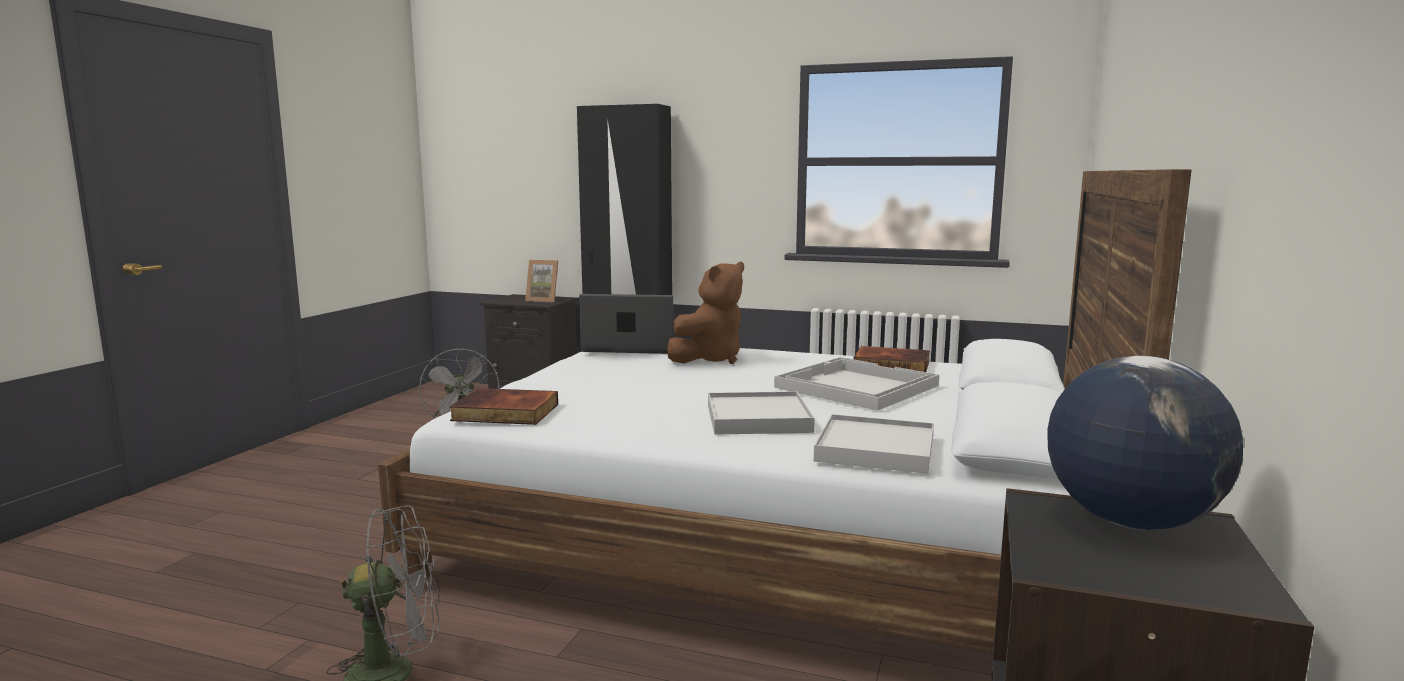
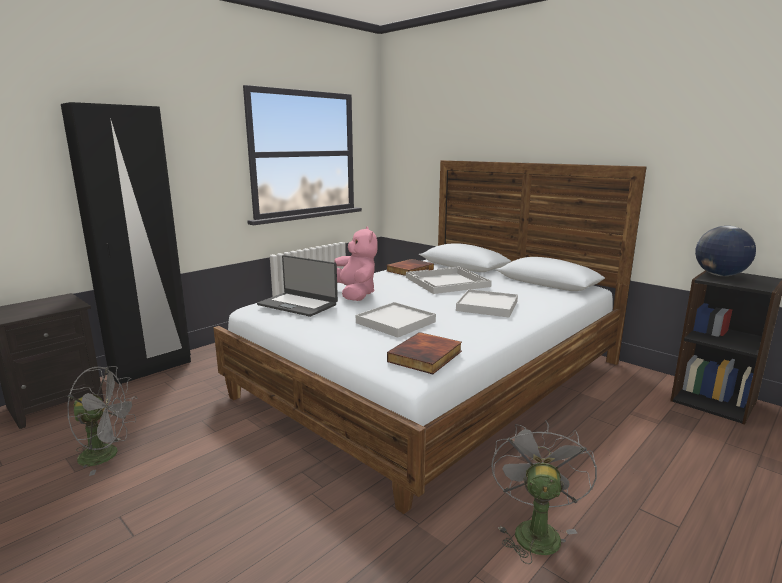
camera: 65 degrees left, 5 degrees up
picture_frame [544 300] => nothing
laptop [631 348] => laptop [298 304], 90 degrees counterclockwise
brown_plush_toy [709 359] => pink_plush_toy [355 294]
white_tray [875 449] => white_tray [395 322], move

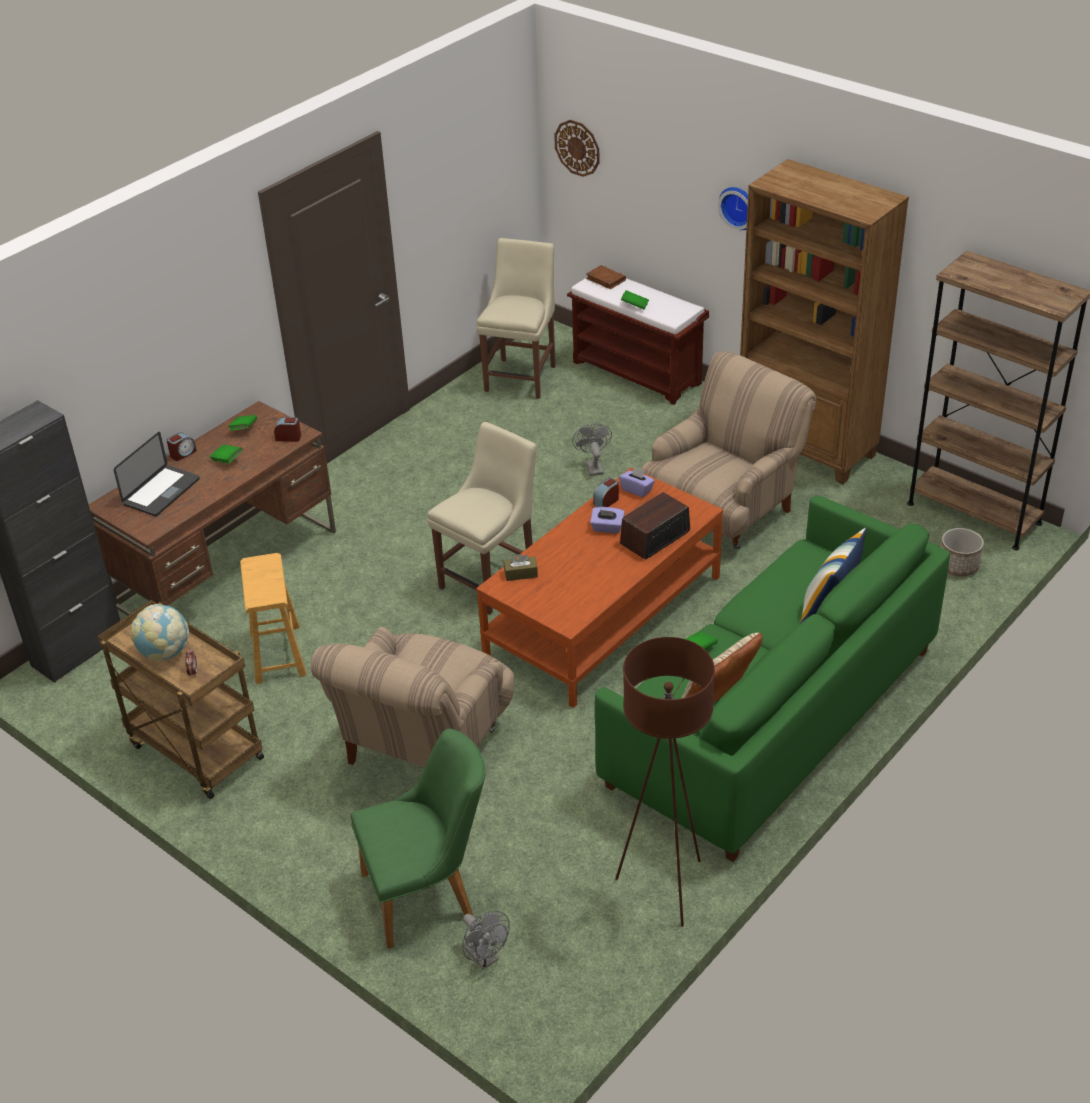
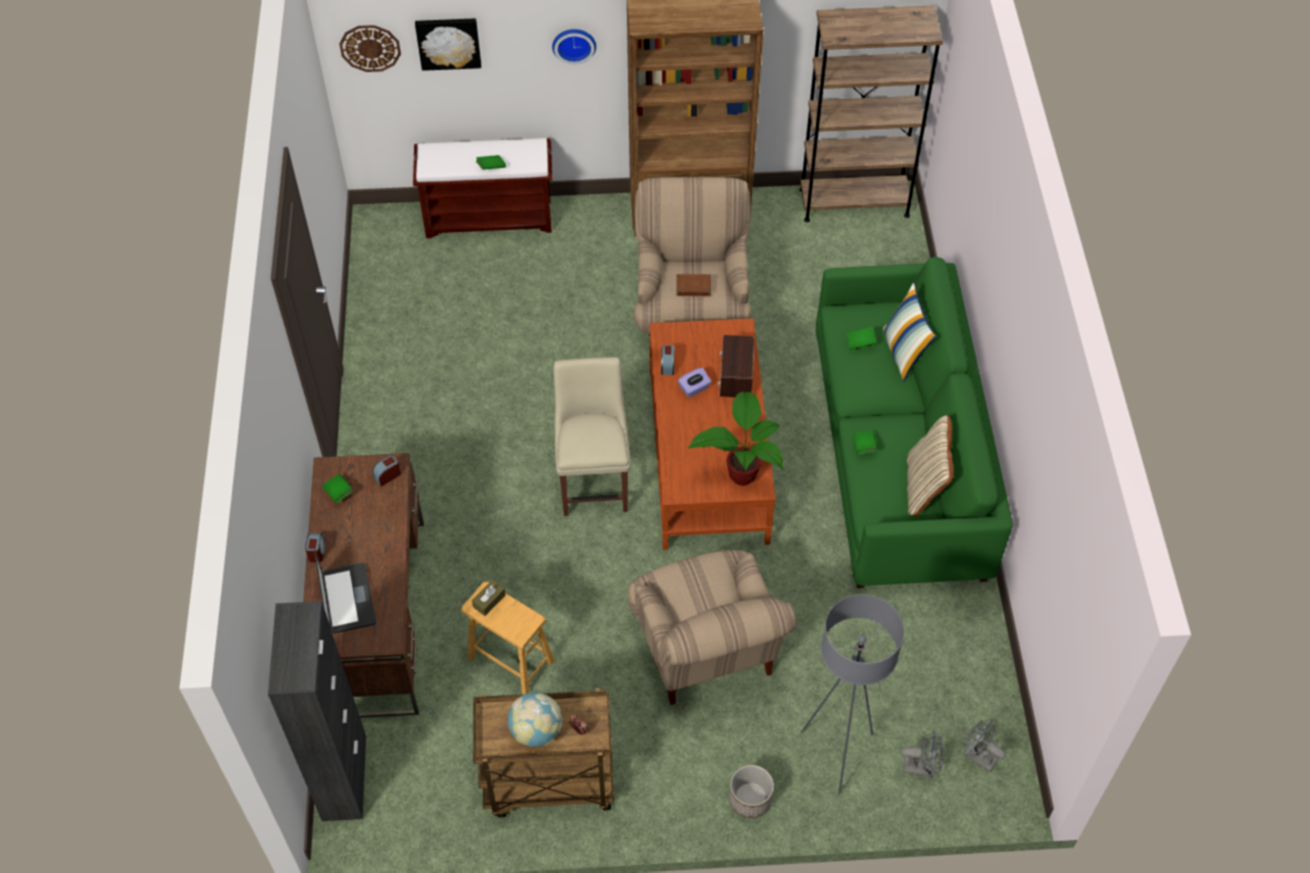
camera: 45 degrees left, 15 degrees up
green_book [227 460] => green_book [860 343], move
green_chair [428 893] => grey_floor_lamp [837 754]
beige_chair [522 376] => nothing
brown_tissue_box [521 574] => brown_tissue_box [489 601], move
grey_fan [593 466] => grey_fan [977 757], move
brown_book [605 279] => brown_book [693 287], move
brown_floor_lamp [664 887] => nothing
purple_tissue_box [637 490] => nothing
planter [958 566] => planter [750 799], move
nothing => picture [448 42]
nothing => potted_plant [741 473]

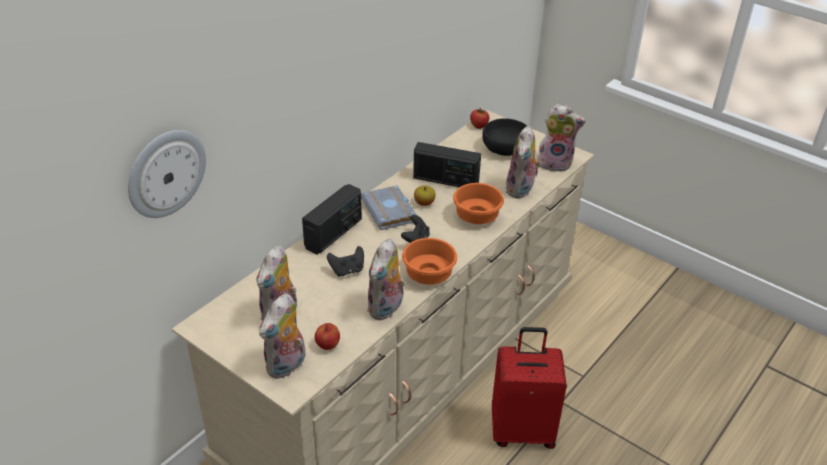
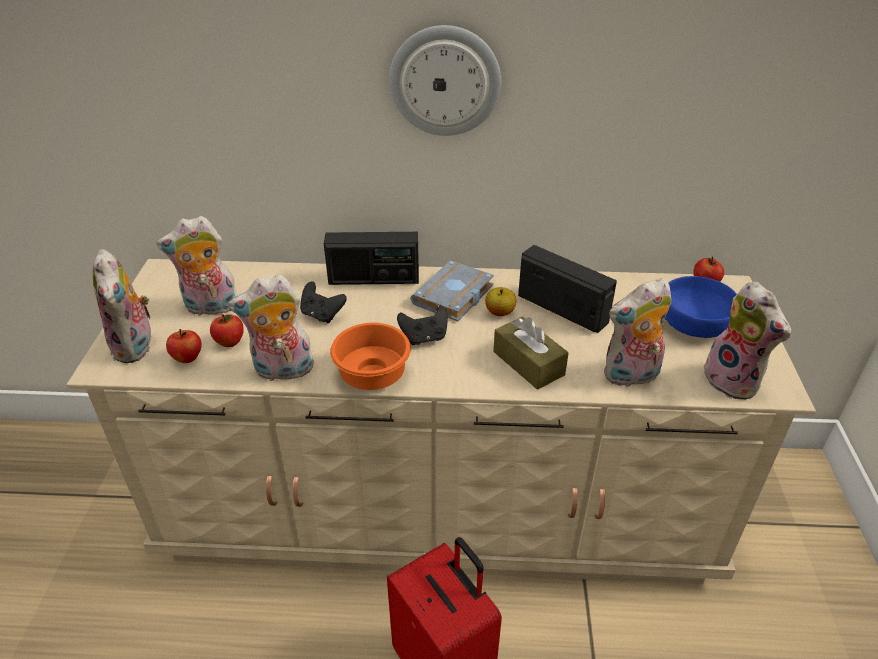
camera: 55 degrees right, 0 degrees up
wall_clock [165 173] => wall_clock [445 81], move
plush_toy [287 366] => plush_toy [136 347], 105 degrees counterclockwise
radio [445 180] => radio [562 308], 150 degrees clockwise
orange_bowl [477 216] => brown_tissue_box [528 363]
black_bowl [506 149] => blue_bowl [695 325]
nothing => apple [230 342]

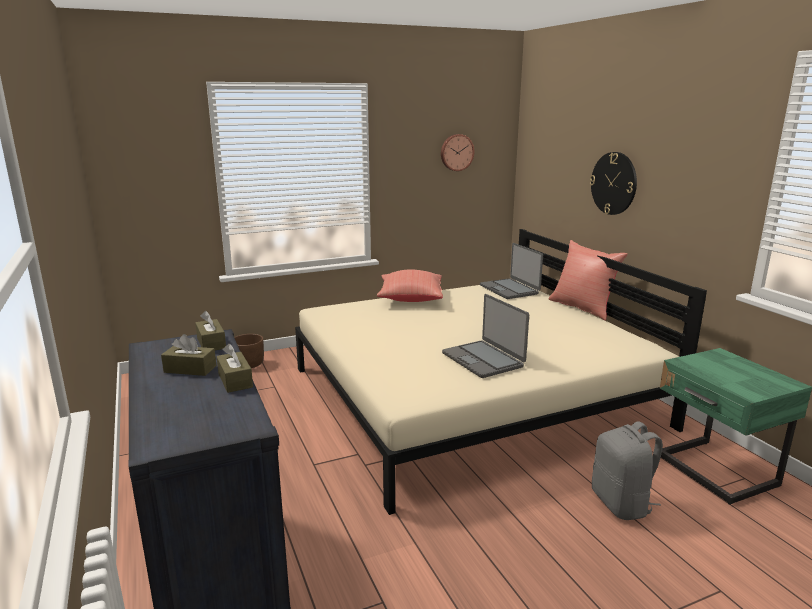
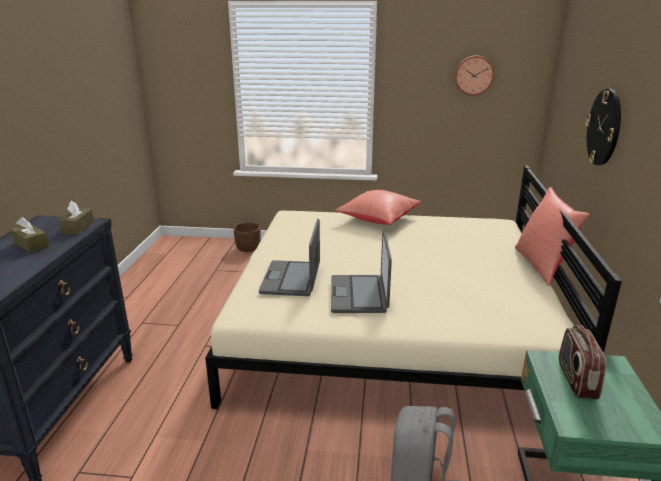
camera: 30 degrees right, 5 degrees up
brown_tissue_box [235 380] => nothing
laptop [509 289] => laptop [291 279], move
nothing => radio [576 380]

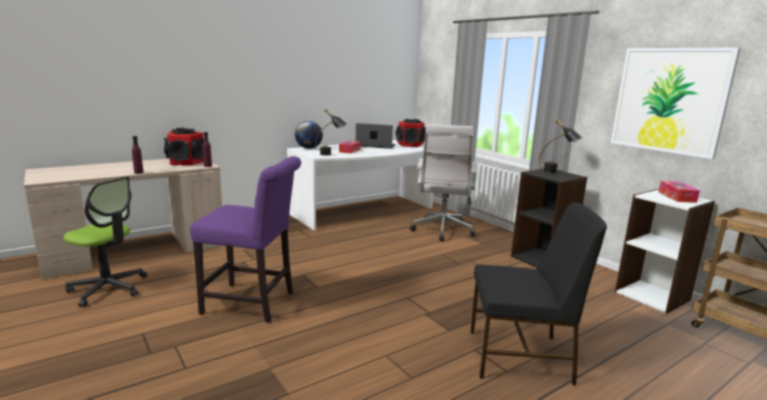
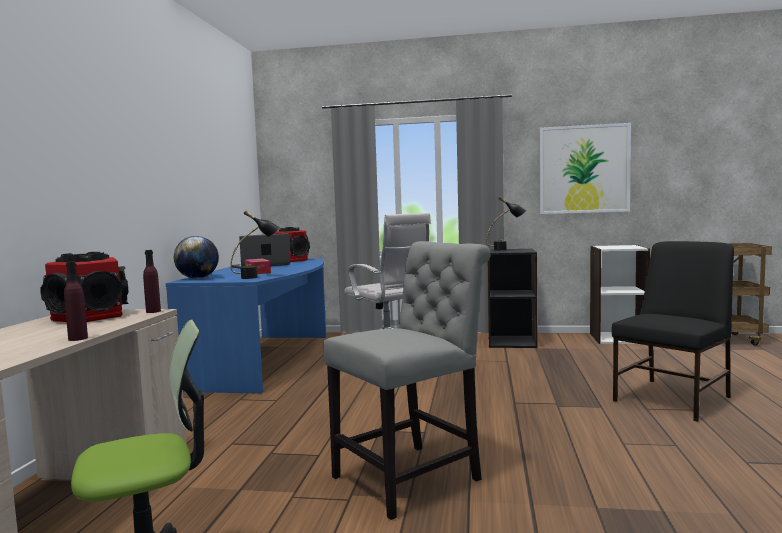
camera: 45 degrees left, 10 degrees down
purple_chair [253 303] => grey_chair [413 477]
white_desk [365 212] => blue_desk [268 360]
tissue_box [677 197] => nothing

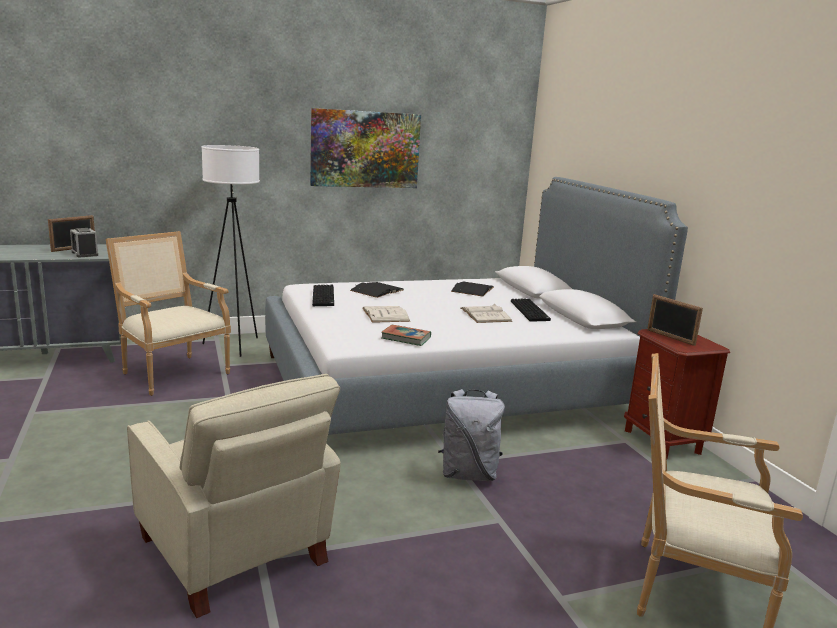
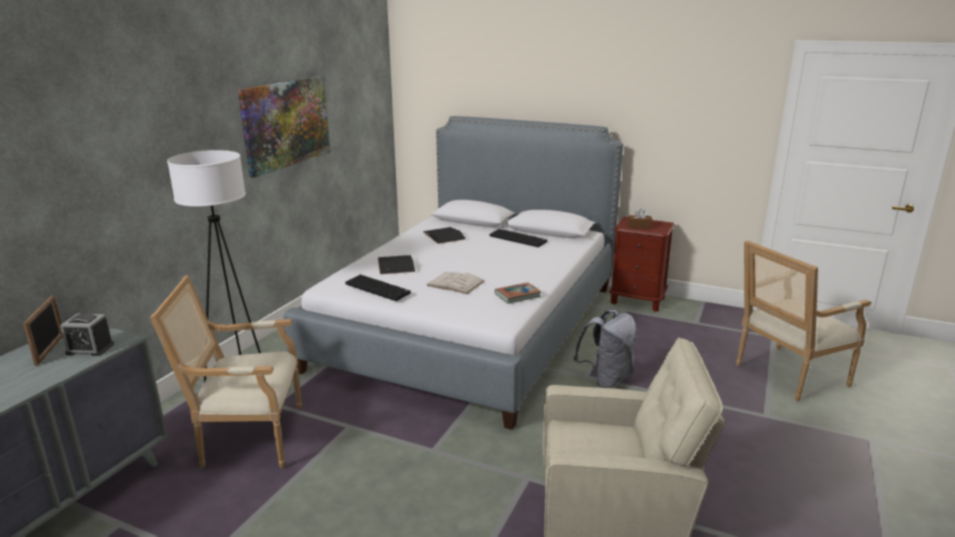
camera: 45 degrees left, 5 degrees up
white_book [485 314] => nothing
picture_frame [670 337] => brown_tissue_box [639 226]

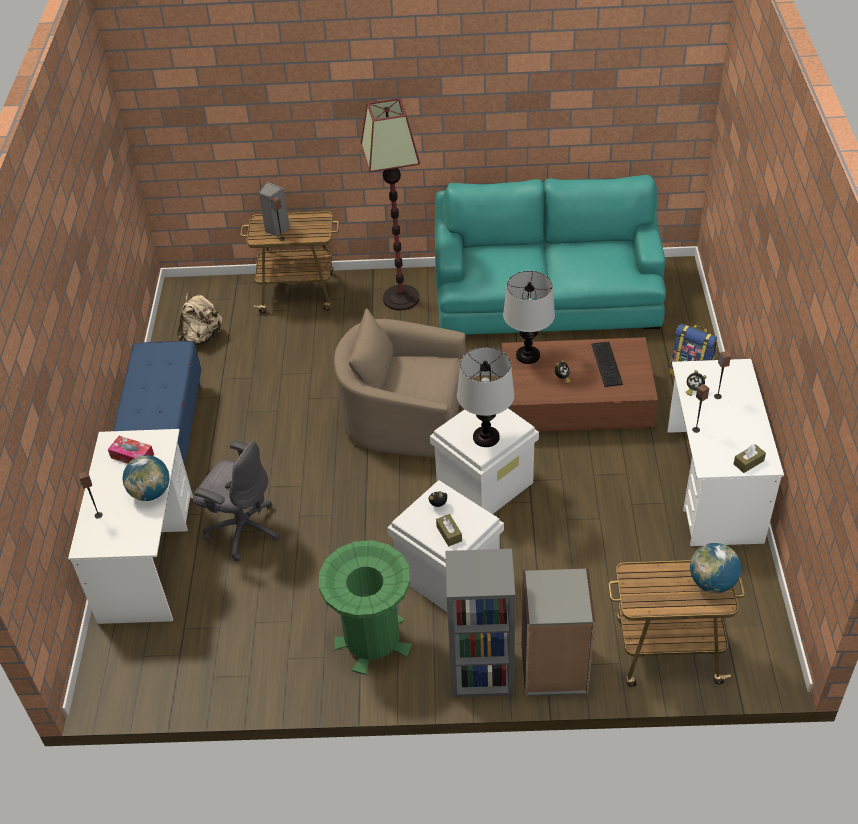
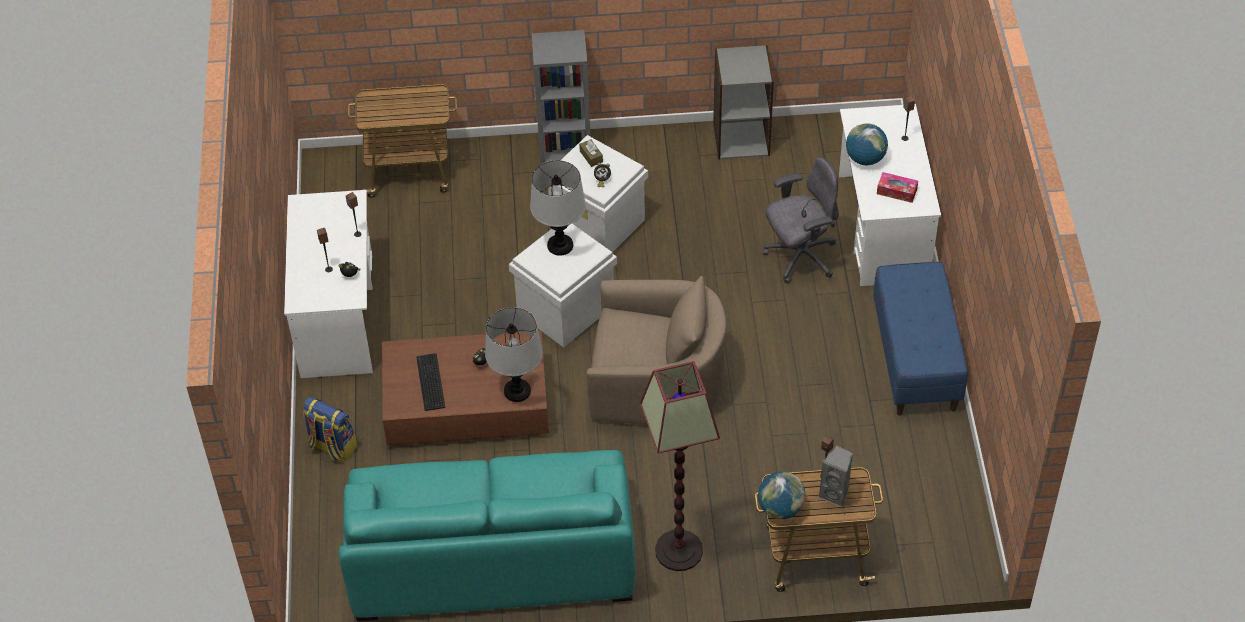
camera: 175 degrees right, 5 degrees up
beige_backpack [202 337] => nothing
grey_office_chair [242 529] => grey_office_chair [800 257], 135 degrees clockwise
green_trash_can [372 640] => nothing
grey_bookcase [554 669] => grey_bookcase [741 138], move
globe [712 583] => globe [780 508], move
brown_tissue_box [748 462] => nothing

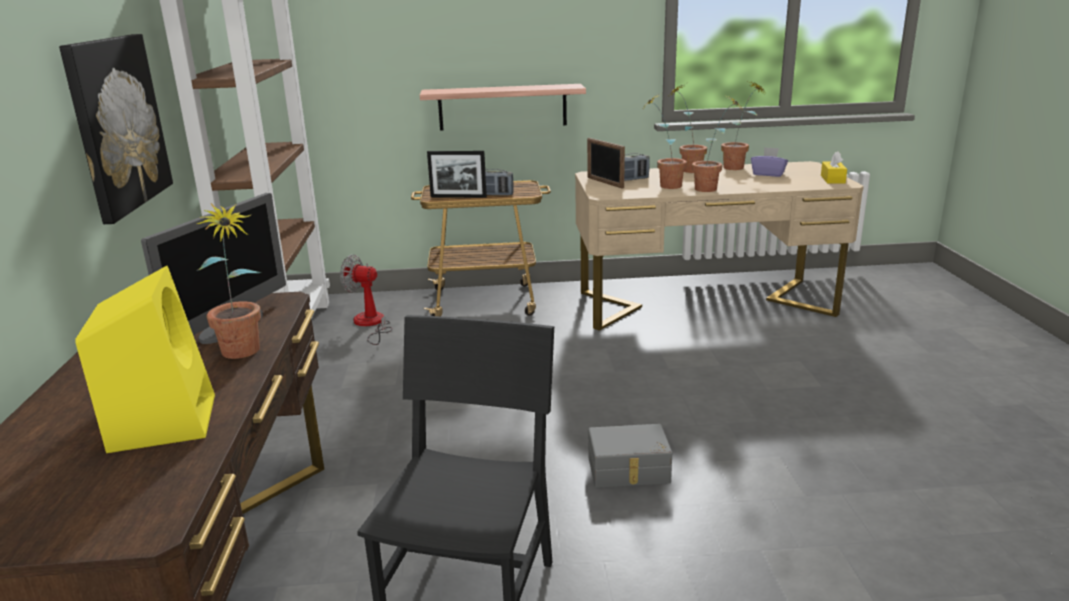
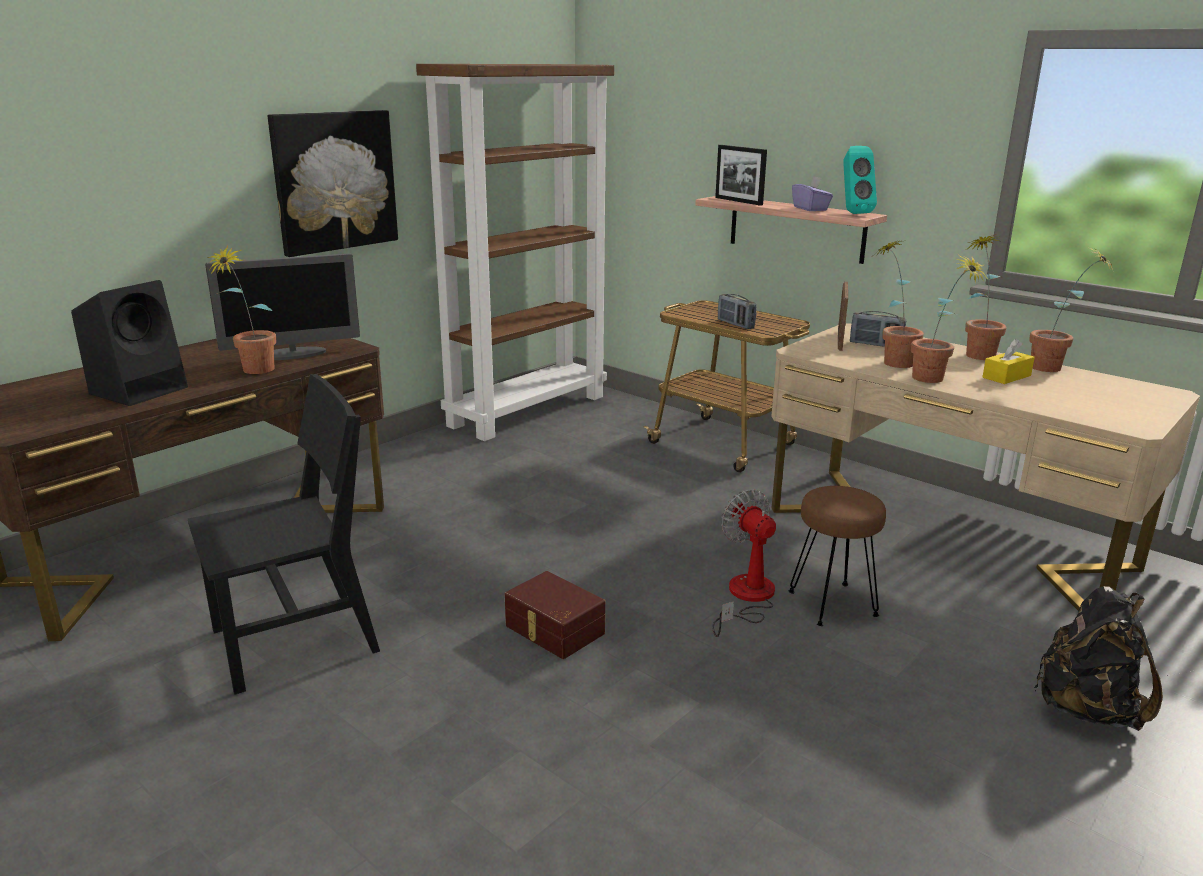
camera: 45 degrees right, 0 degrees up
yellow_speaker [163 421] => black_speaker [140 390]
fan [371 324] => fan [746 598], move
picture_frame [458 197] => picture_frame [738 201], move
grey_storage_box [629 470] => brown_storage_box [553 630]
purple_tissue_box [768 174] => purple_tissue_box [810 209], move
yellow_tissue_box [832 179] => yellow_tissue_box [1006 376], move
nothing => brown_stool [831 604]
nothing => turquoise_speaker [852 213]
nothing => black_backpack [1086 709]

